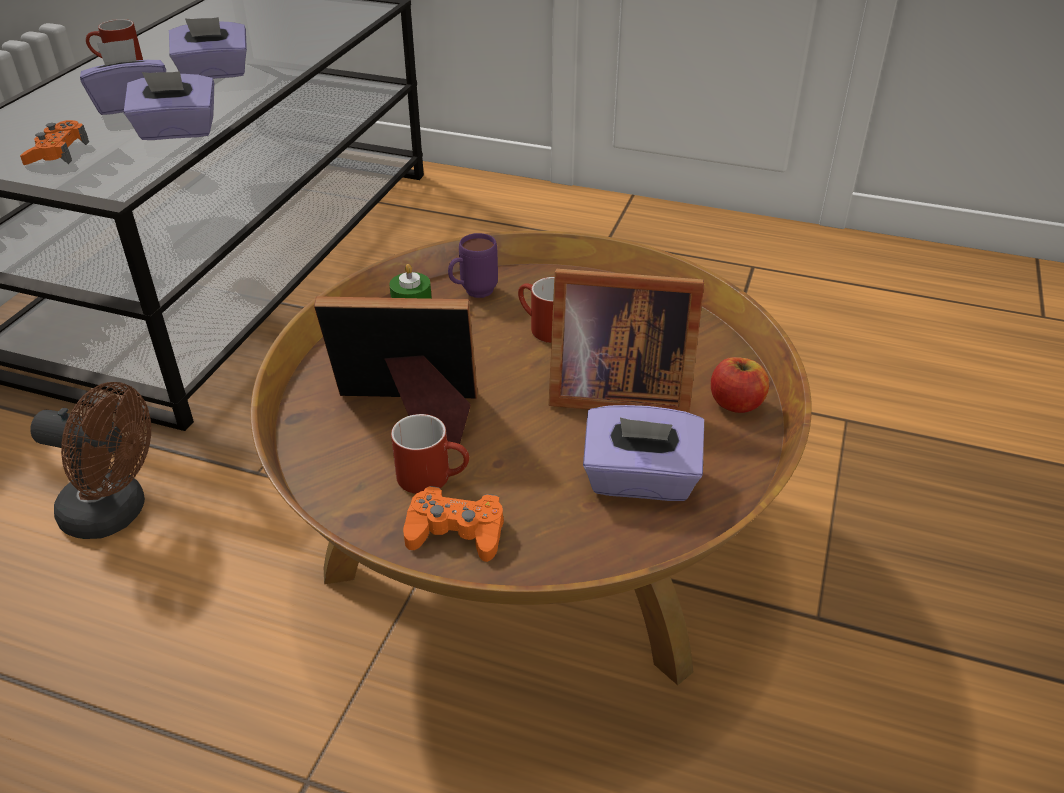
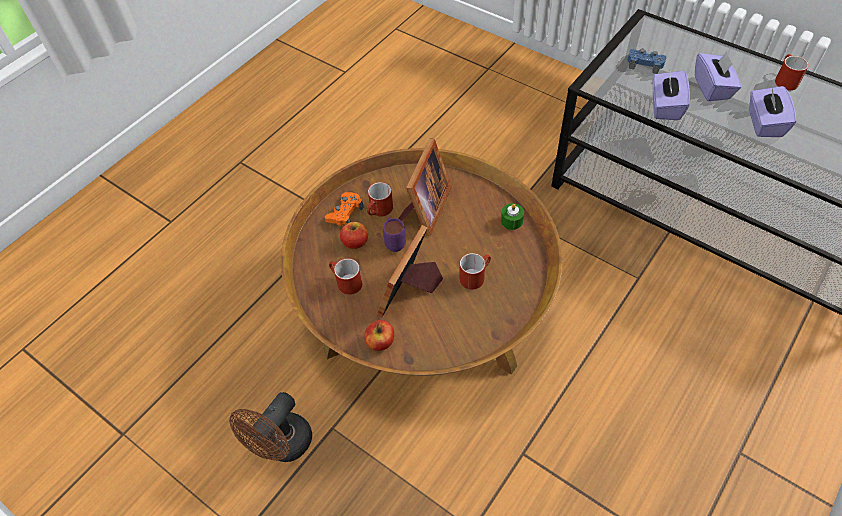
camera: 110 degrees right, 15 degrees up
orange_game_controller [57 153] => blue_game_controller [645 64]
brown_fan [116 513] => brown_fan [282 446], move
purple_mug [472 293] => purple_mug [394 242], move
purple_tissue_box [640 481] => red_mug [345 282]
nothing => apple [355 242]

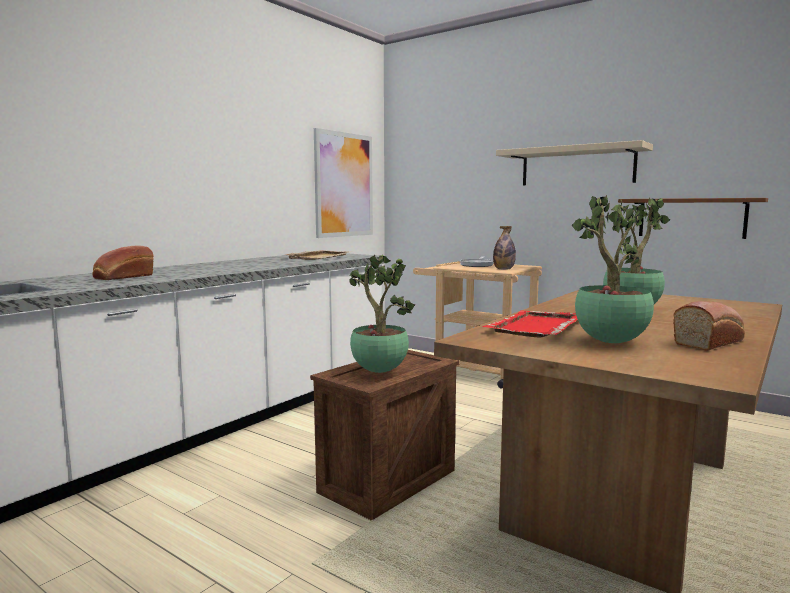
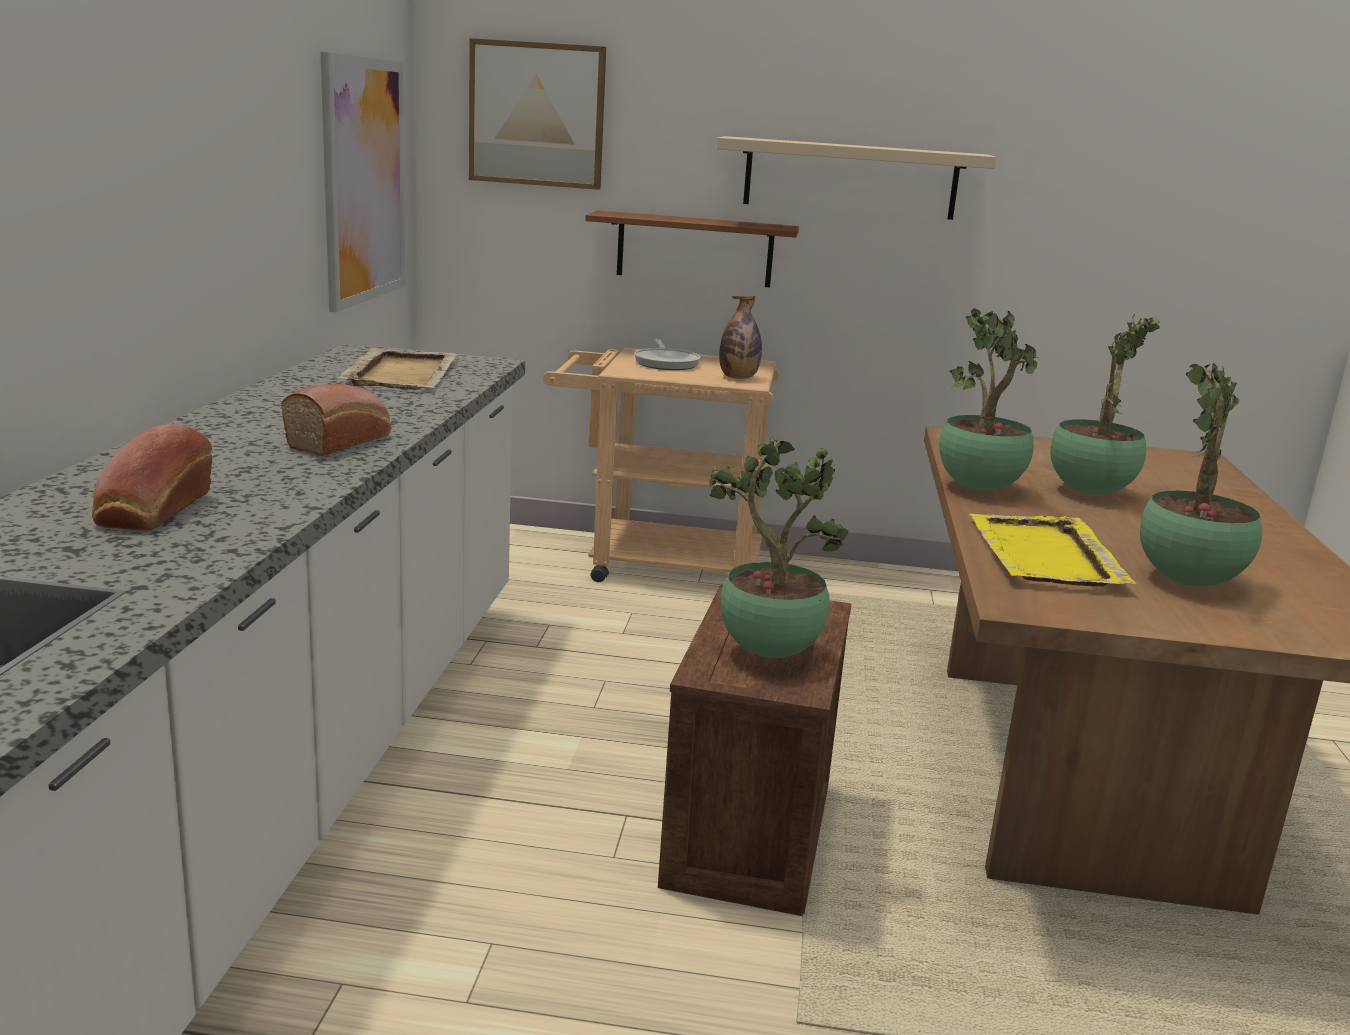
camera: 30 degrees left, 10 degrees up
red_tray [535 327] => yellow_tray [1045 556]
brown_shelf [691 218] => brown_shelf [695 249], move
bread [710 342] => bread [342 441], move
nothing => picture [537 114]
nothing => potted_plant [980 489]

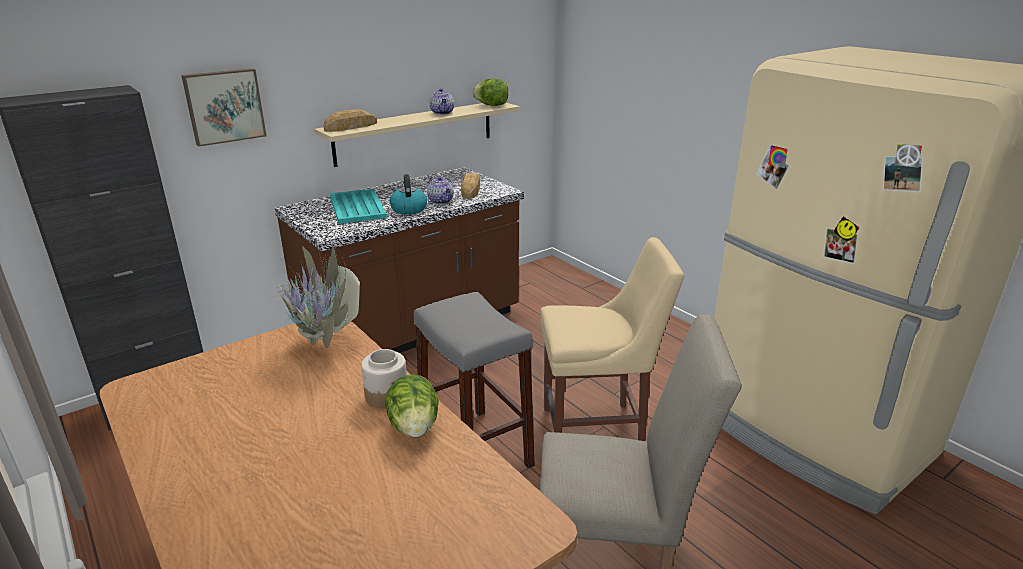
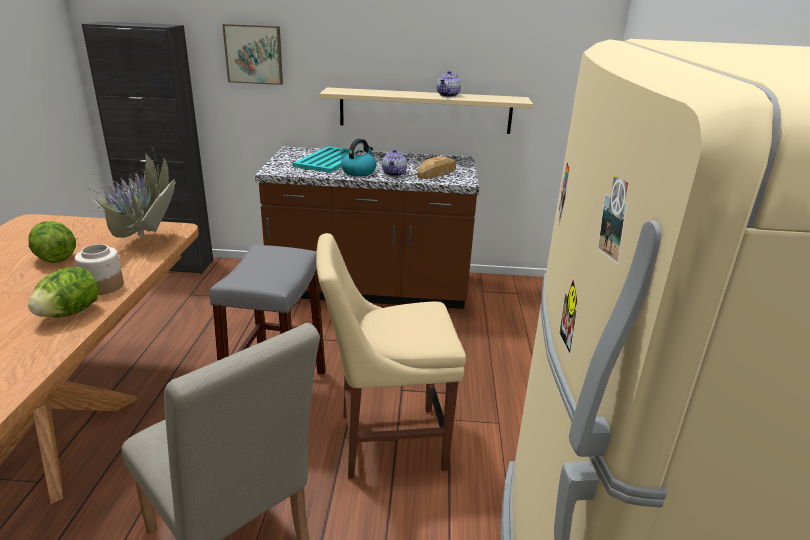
camera: 40 degrees right, 0 degrees up
bread [351 126] => nothing
lettuce [492 105] => lettuce [55 258], move
beige_chair [597 431] => beige_chair [385 440], 135 degrees clockwise

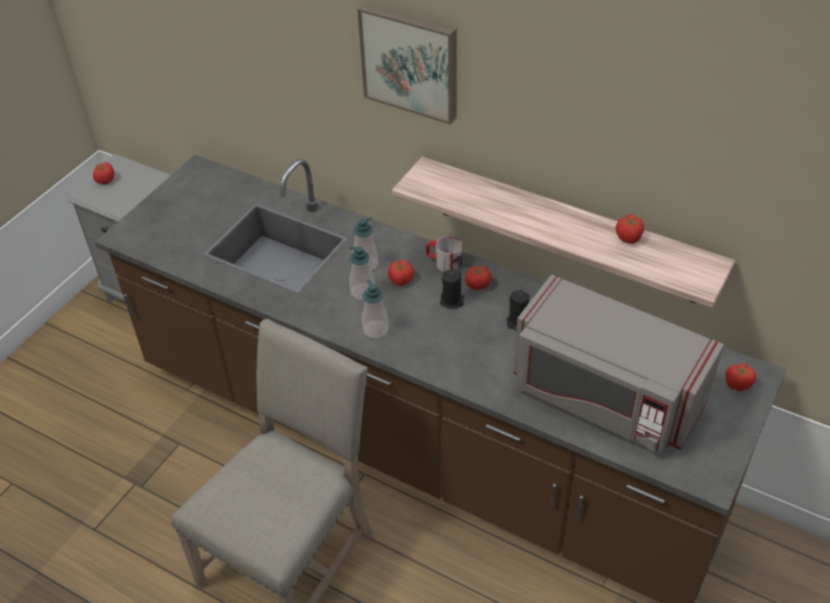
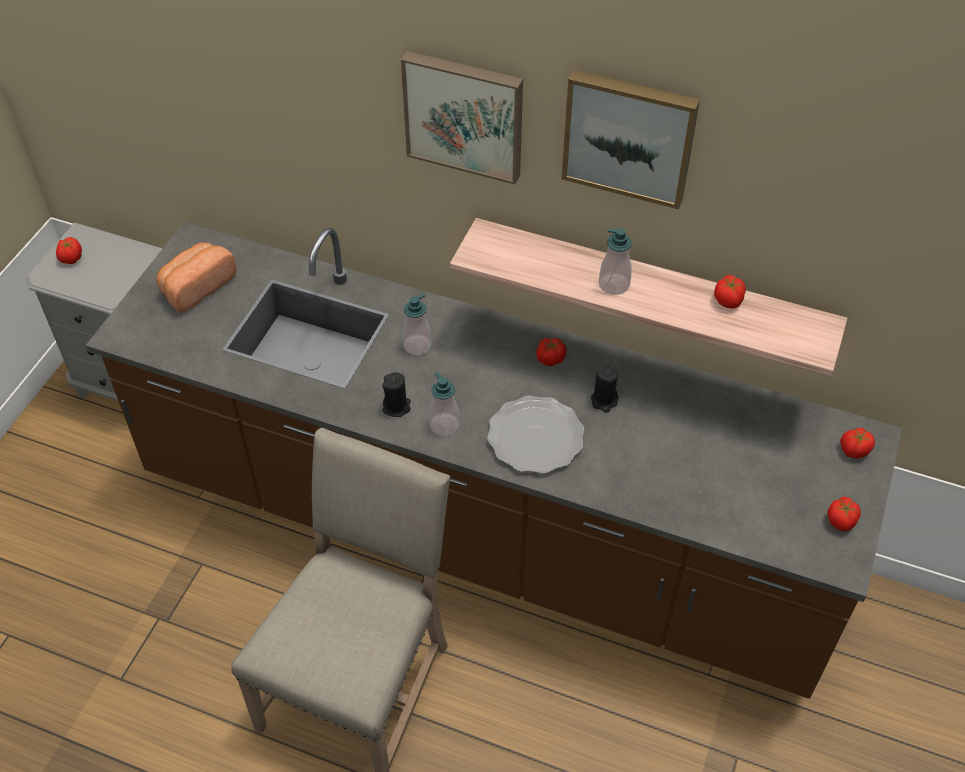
camera: 10 degrees left, 5 degrees up
soap_dispenser [362 292] => soap_dispenser [614 285], move
tomato [401 280] => tomato [841 521], move
mug [443 262] => nothing
black_candle [452 301] => black_candle [396 407], move
grey_microwave [604 396] => nothing
nothing => bread [196 287]
nothing => plate [534 437]
nothing => picture [629 136]

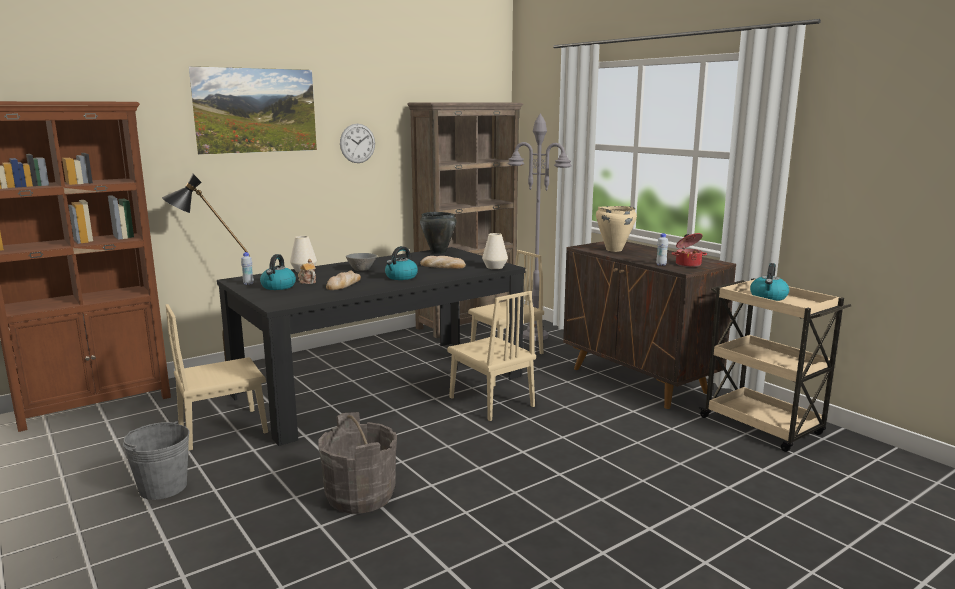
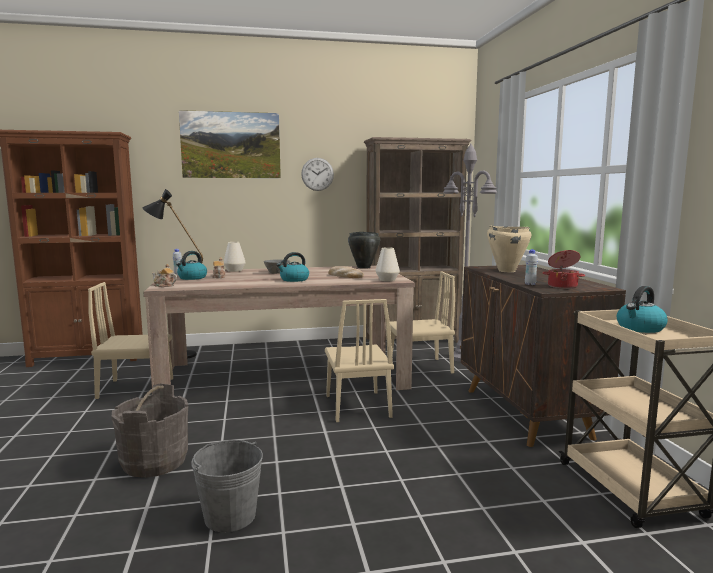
camera: 25 degrees right, 5 degrees down
grey_bucket [163 487] => grey_bucket [230 516], move
black_dining_table [380 385] => beige_dining_table [284 376]
bread [343 284] => nothing
nothing => teapot [164 286]

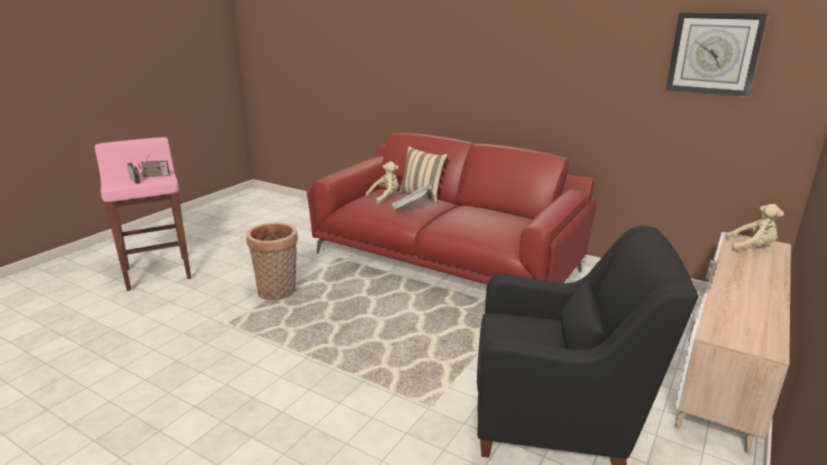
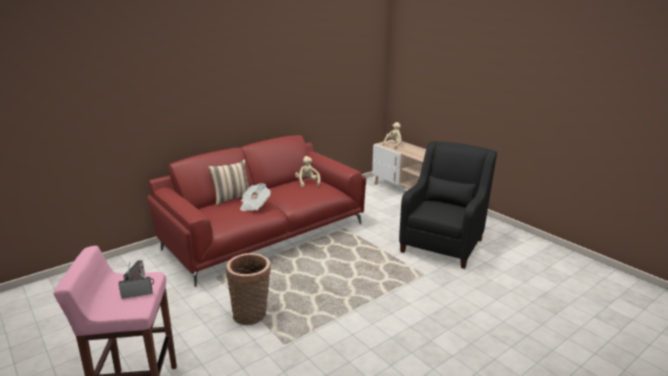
camera: 70 degrees left, 0 degrees up
beige_plush_toy [385 197] => beige_plush_toy [307 183], move
wall_clock [714 53] => nothing

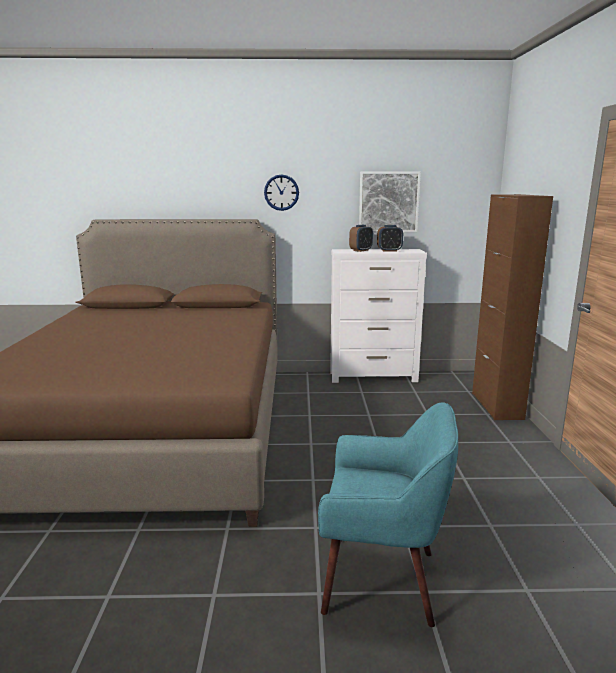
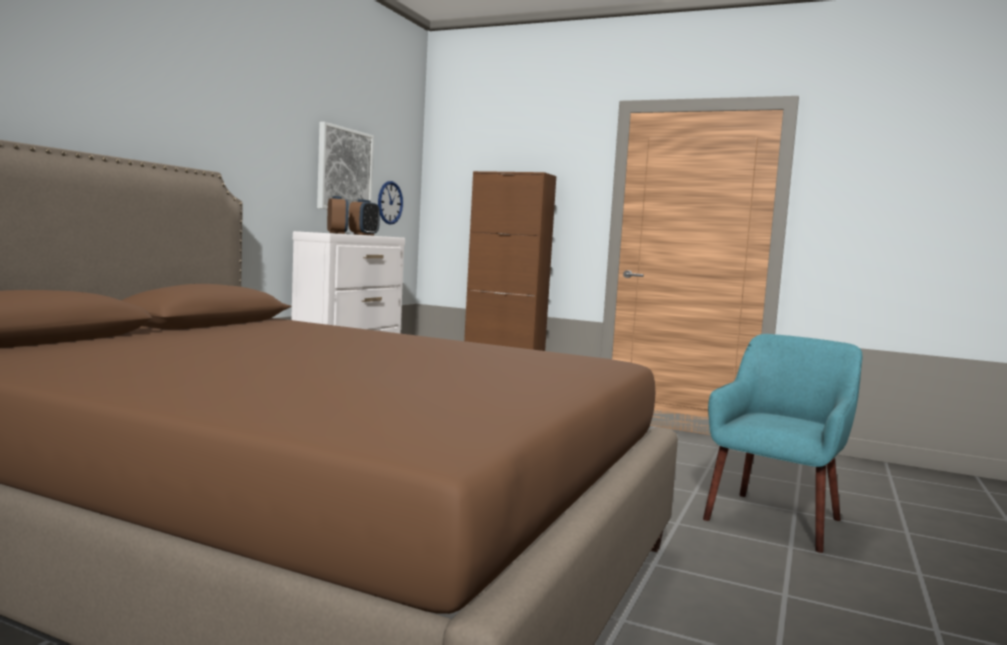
camera: 65 degrees left, 10 degrees down
wall_clock [281 192] => wall_clock [390 202], move

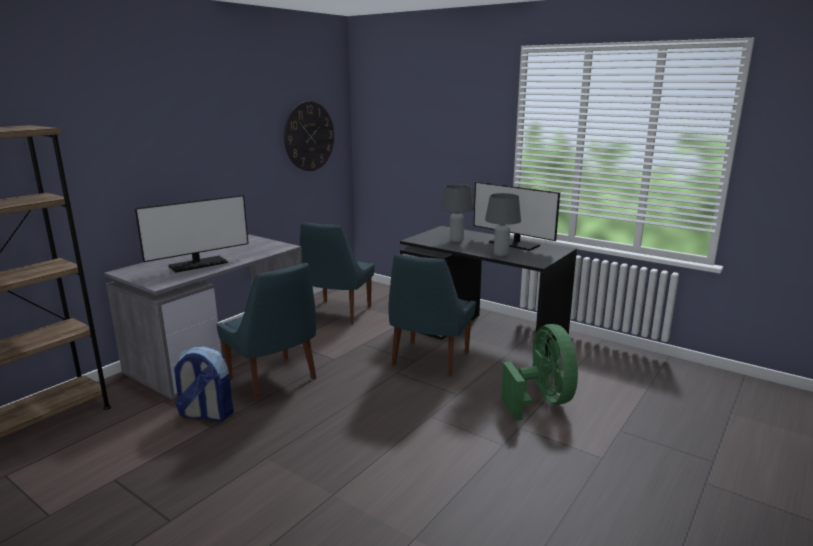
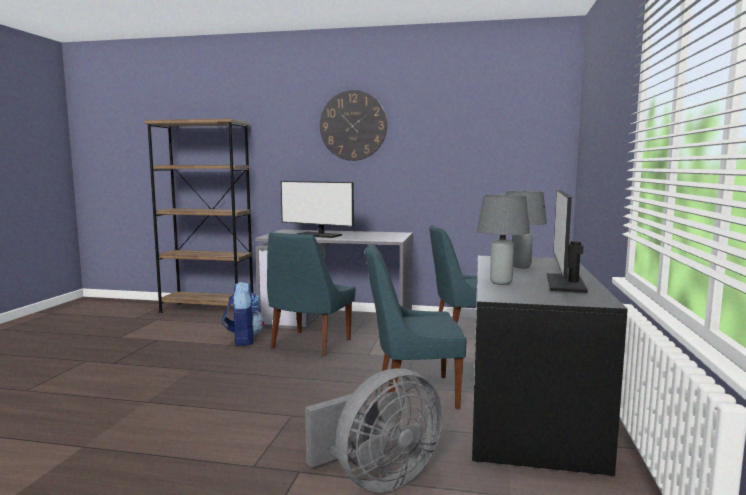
camera: 65 degrees right, 10 degrees down
wall_clock [309 136] => wall_clock [353 125], move
green_fan [542 401] => grey_fan [378 479]

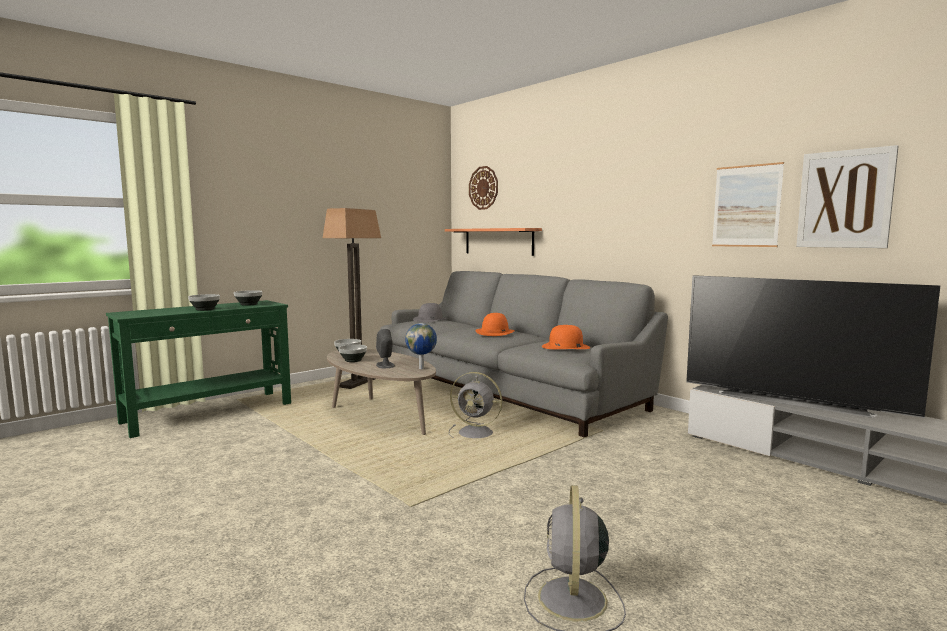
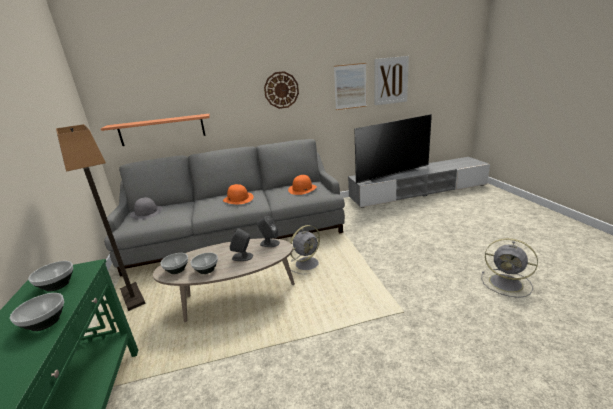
camera: 60 degrees left, 15 degrees up
globe [422 368] => grey_speaker [269 243]
wall_clock [483 188] => wall_clock [281 90], move

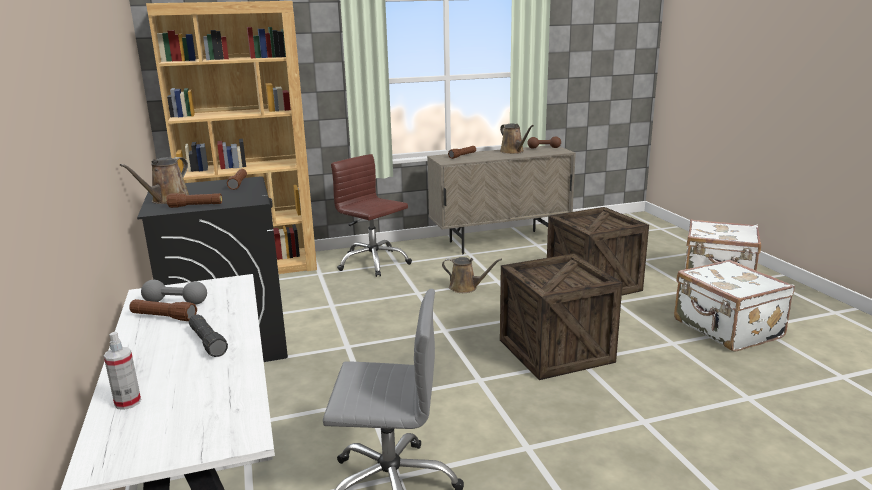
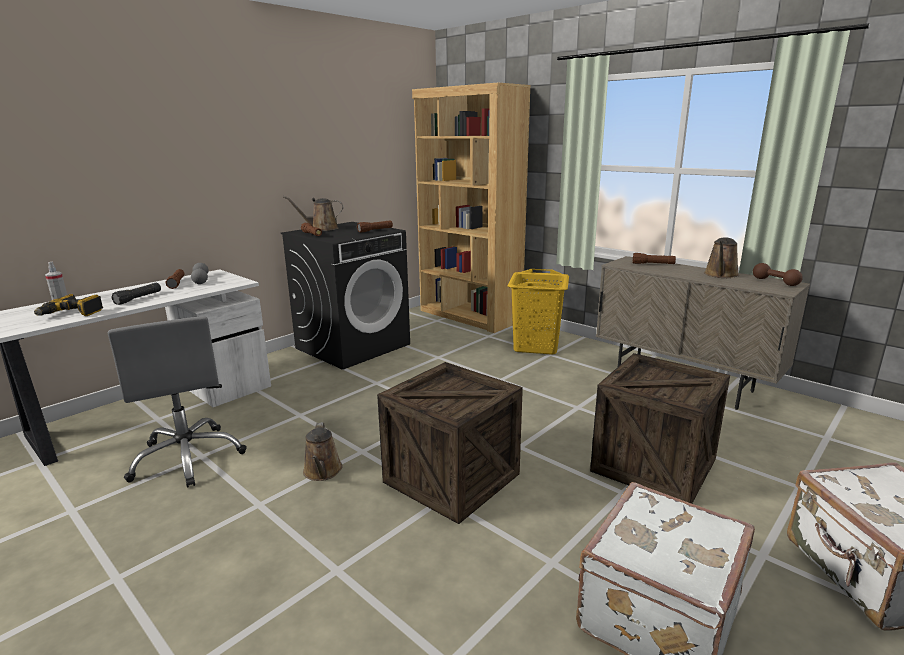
camera: 60 degrees right, 0 degrees up
brown_office_chair [373 263] => yellow_laundry_basket [536 346]
brown_watering_can [466 288] => brown_watering_can [322 472], move
nothing => power_drill [71 314]

